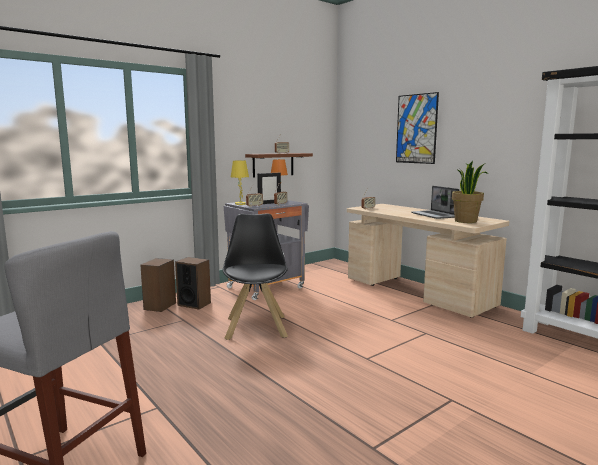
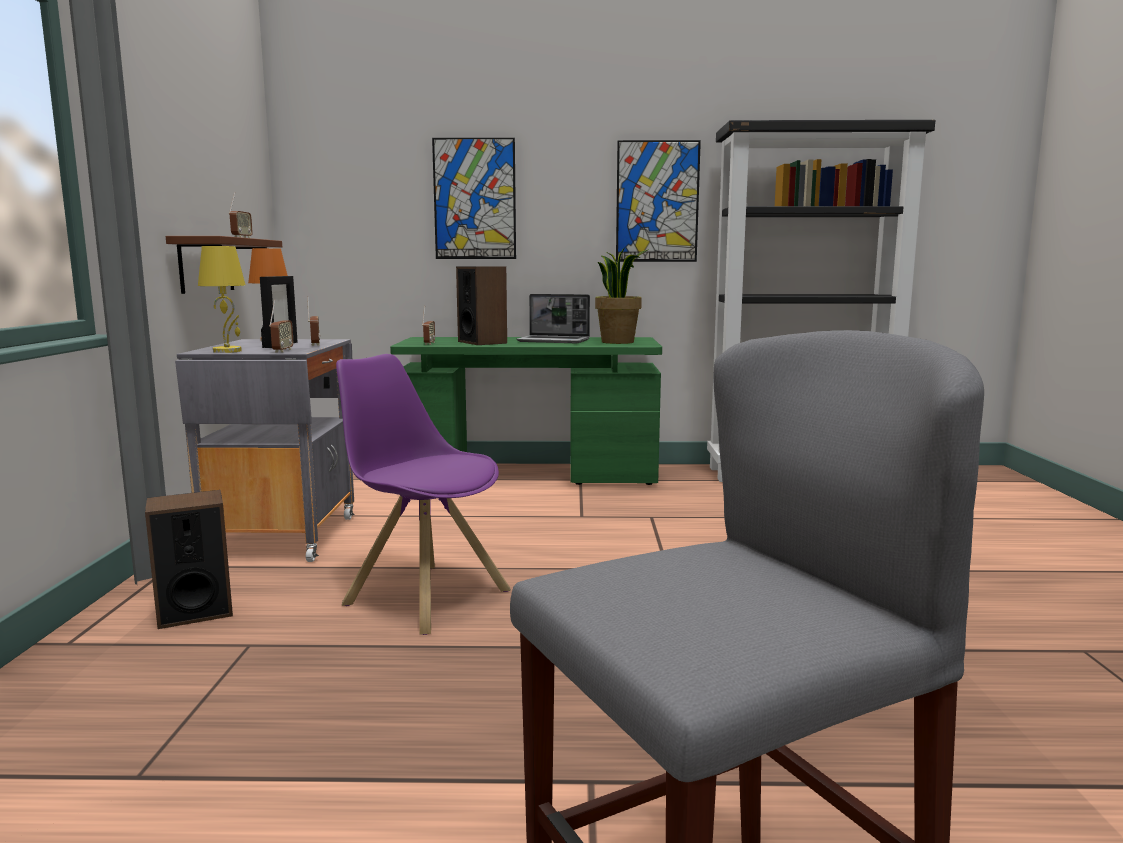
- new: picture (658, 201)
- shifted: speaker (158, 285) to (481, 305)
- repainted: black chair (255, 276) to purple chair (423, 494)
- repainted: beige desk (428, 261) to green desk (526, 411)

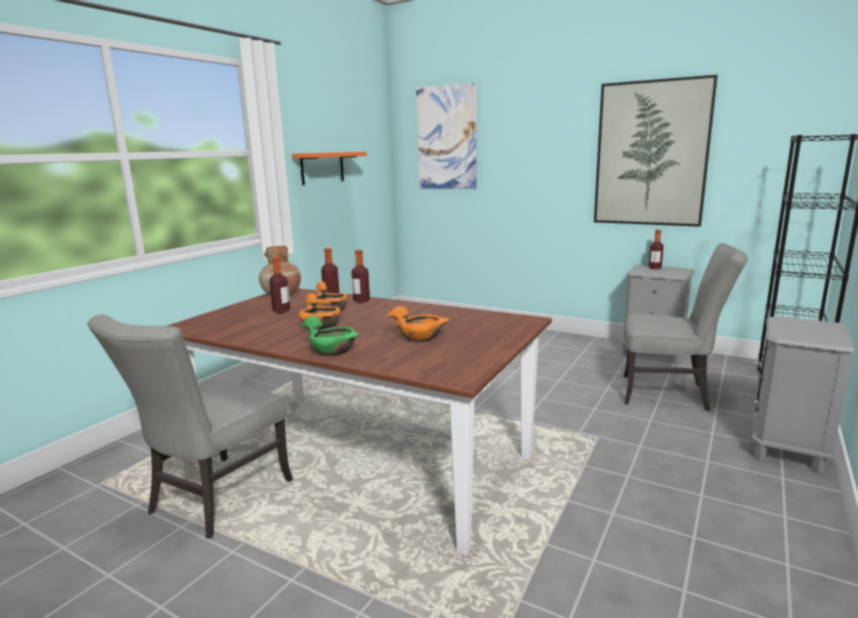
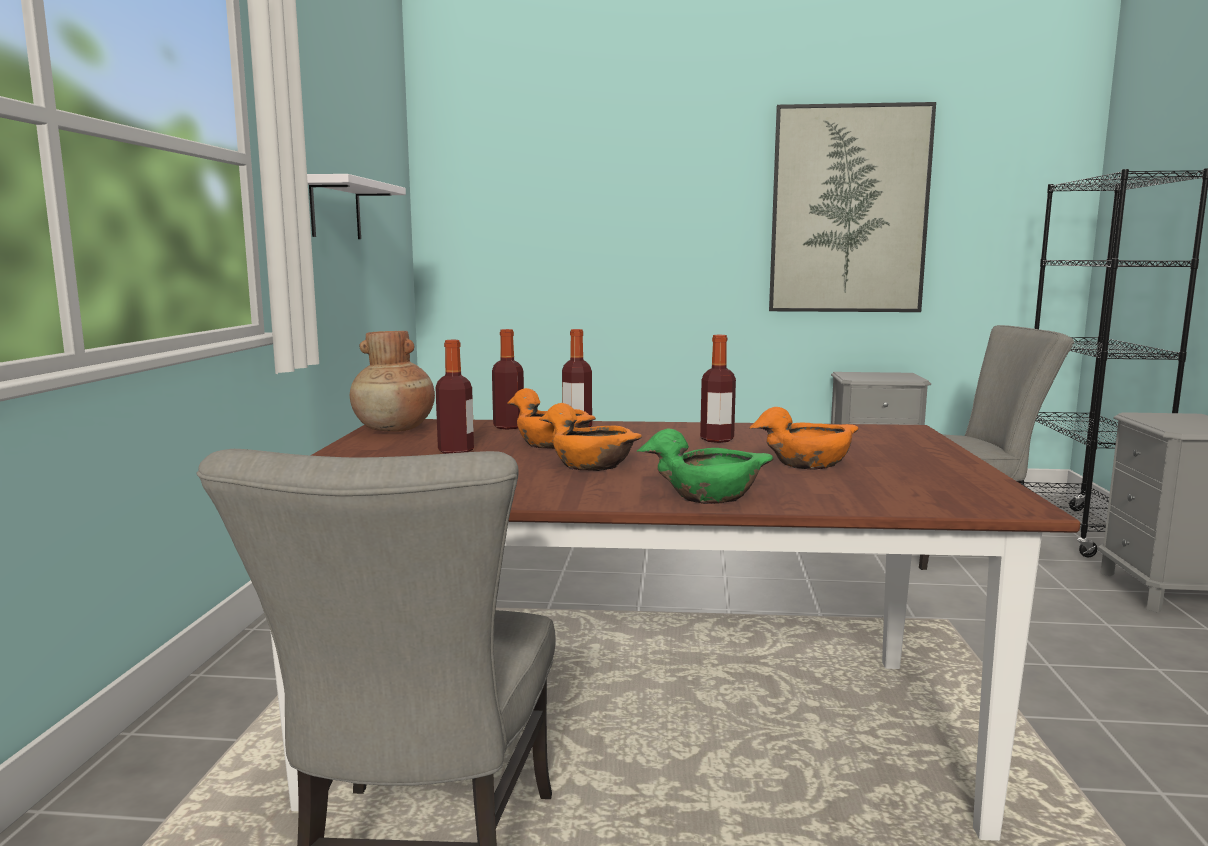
- gone: picture (446, 135)
- shifted: bottle (656, 249) to (718, 389)
- repainted: orange shelf (329, 168) to white shelf (356, 206)

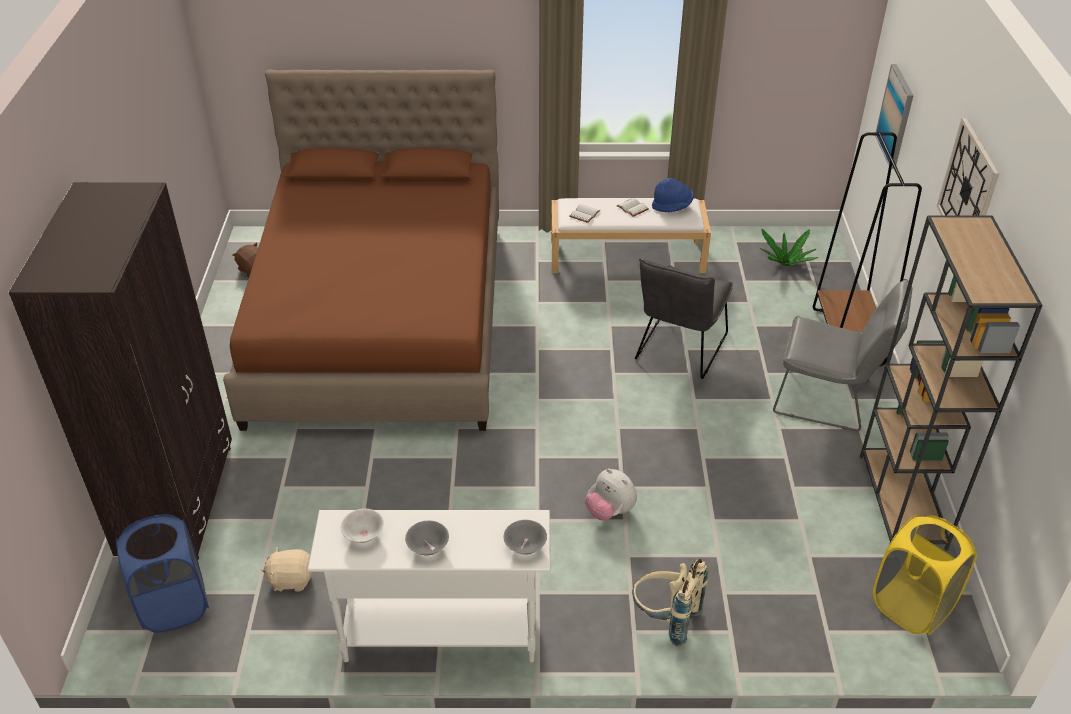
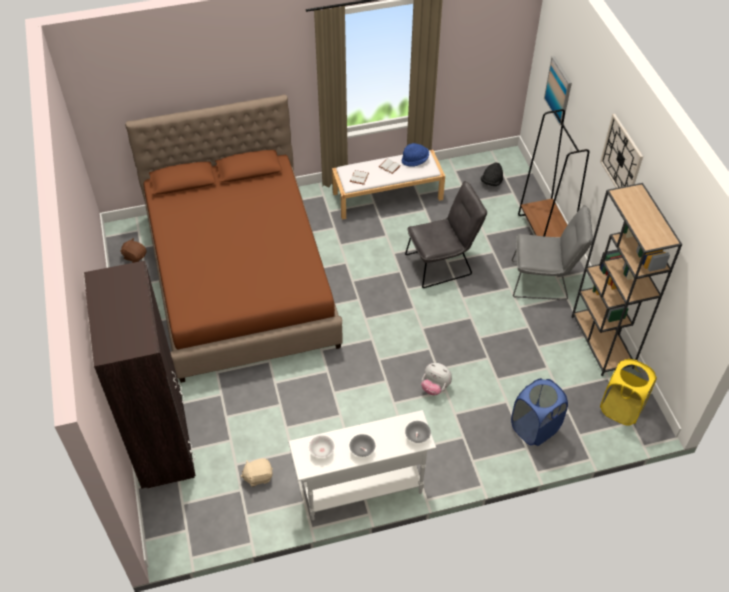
- gone: beige backpack (670, 602)
- shifted: blue laundry basket (162, 573) to (539, 412)
- swapped: potted plant (789, 247) to black hat (492, 174)
- rotated: grey chair (684, 318) = (446, 234) 120 degrees counterclockwise

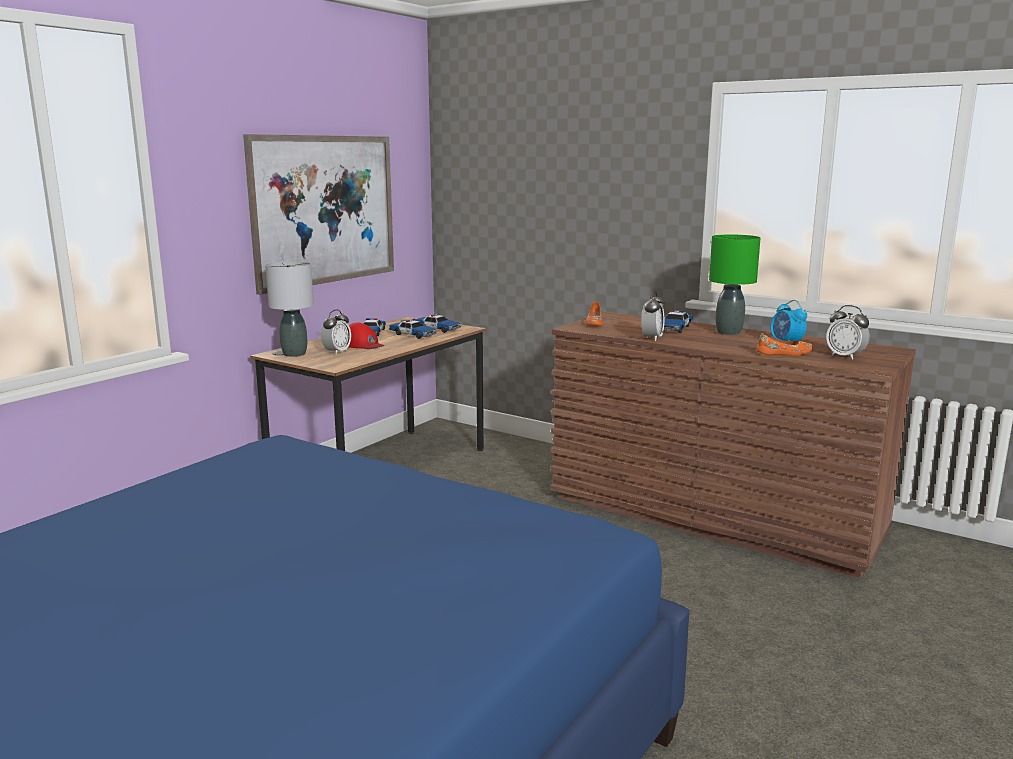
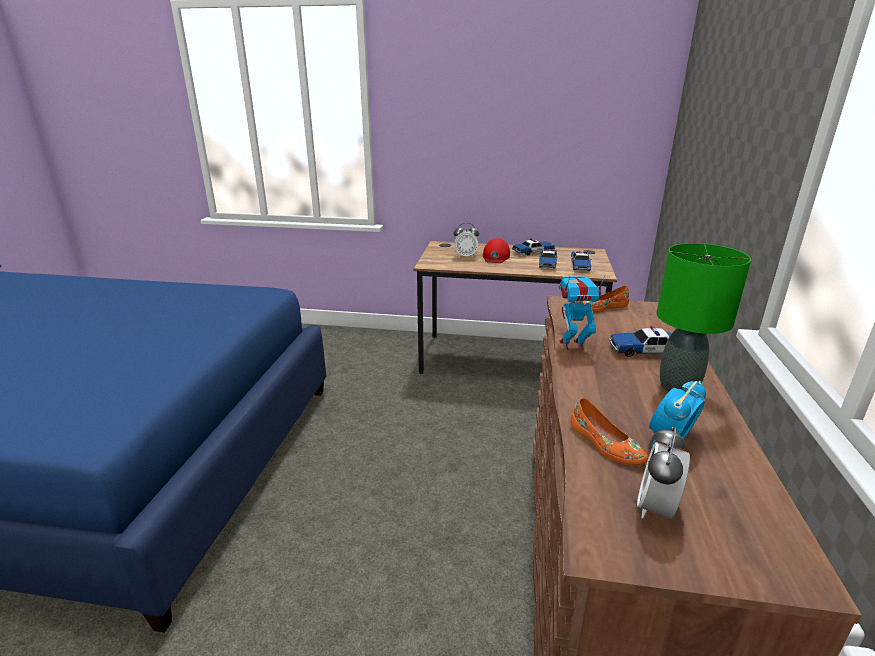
- gone: picture (318, 214)
- gone: grey table lamp (289, 309)
- swapped: alarm clock (652, 316) to toy robot (582, 313)

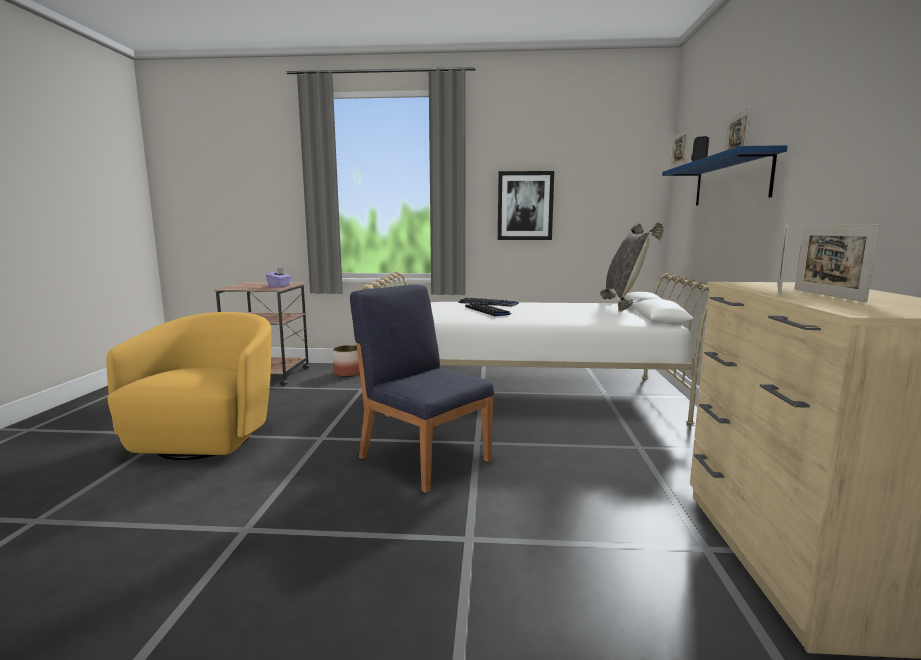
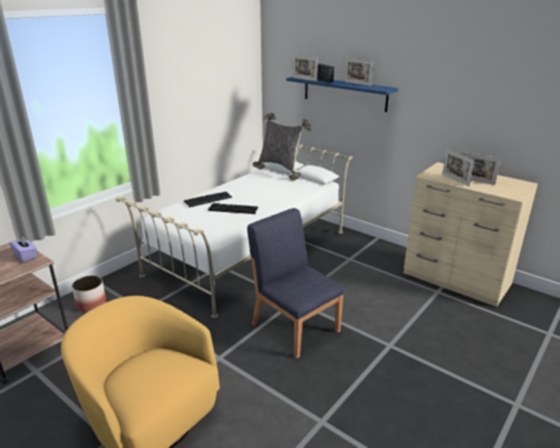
- gone: picture (526, 205)
- rotated: blue chair (422, 388) = (295, 283) 60 degrees clockwise

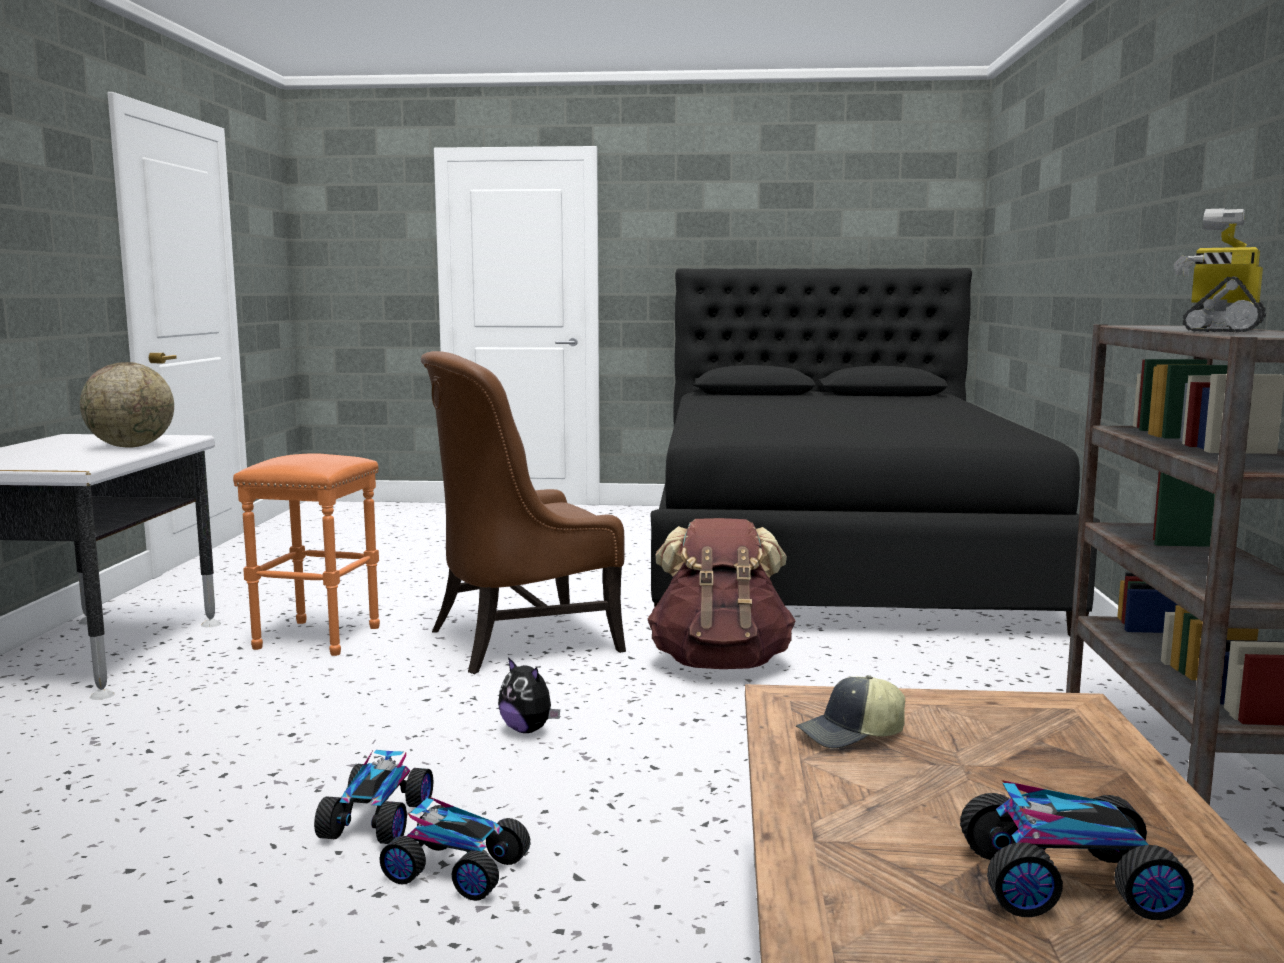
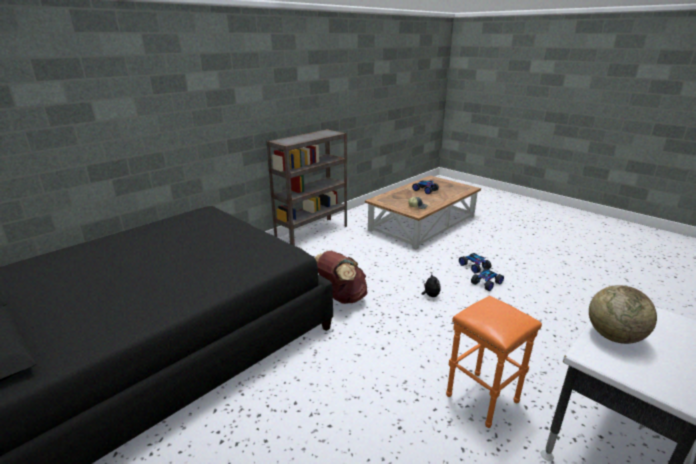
- gone: brown chair (523, 512)
- gone: toy robot (1220, 270)

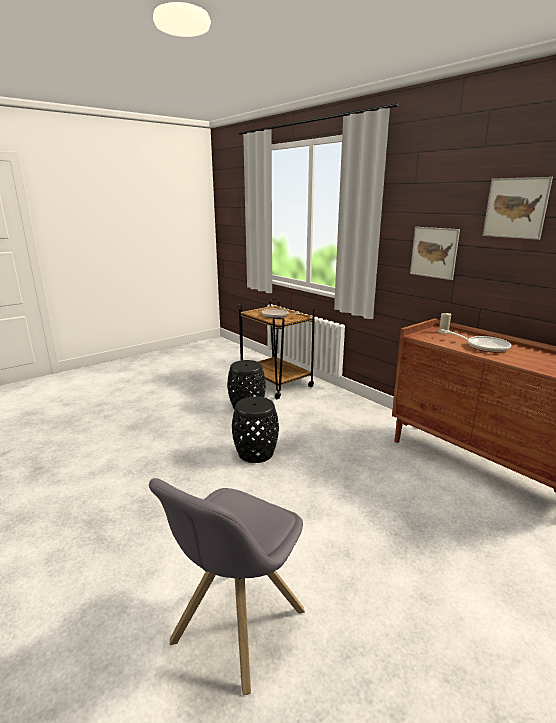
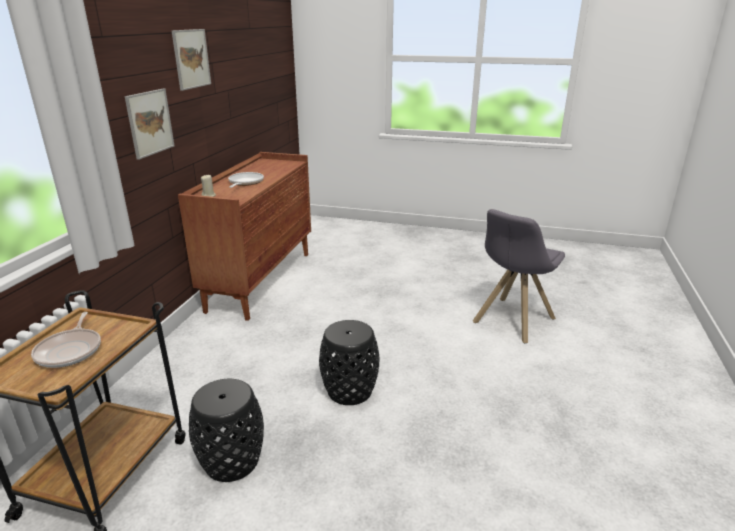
- rotated: grey chair (227, 586) = (519, 276) 135 degrees clockwise

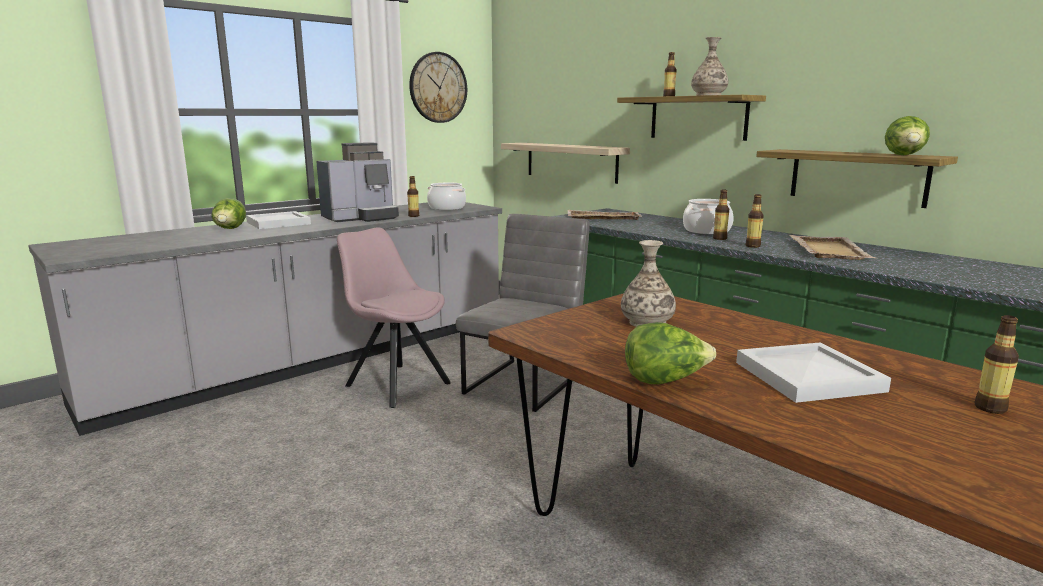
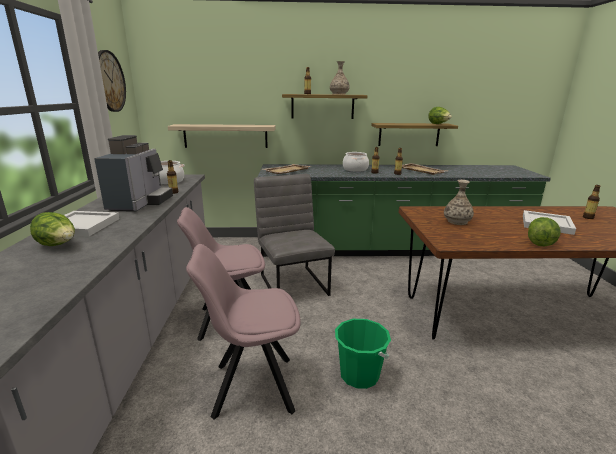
- new: pink chair (243, 332)
- new: green bucket (363, 354)

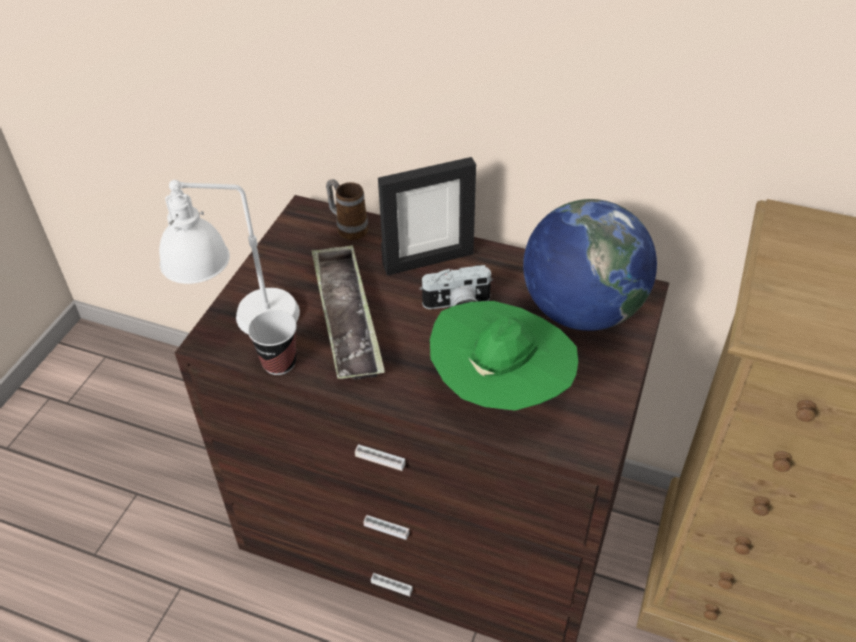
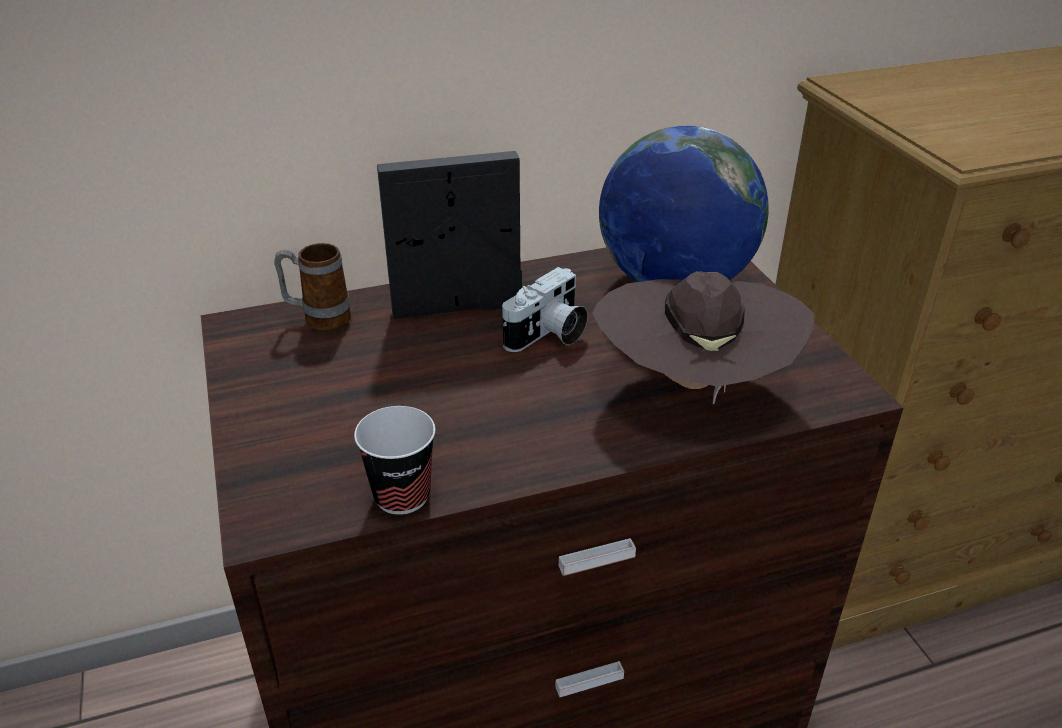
- gone: white table lamp (229, 257)
- gone: tray (348, 312)
- repainted: green hat (504, 355) to brown hat (703, 337)
- rotated: picture frame (427, 216) = (449, 235) 135 degrees counterclockwise

